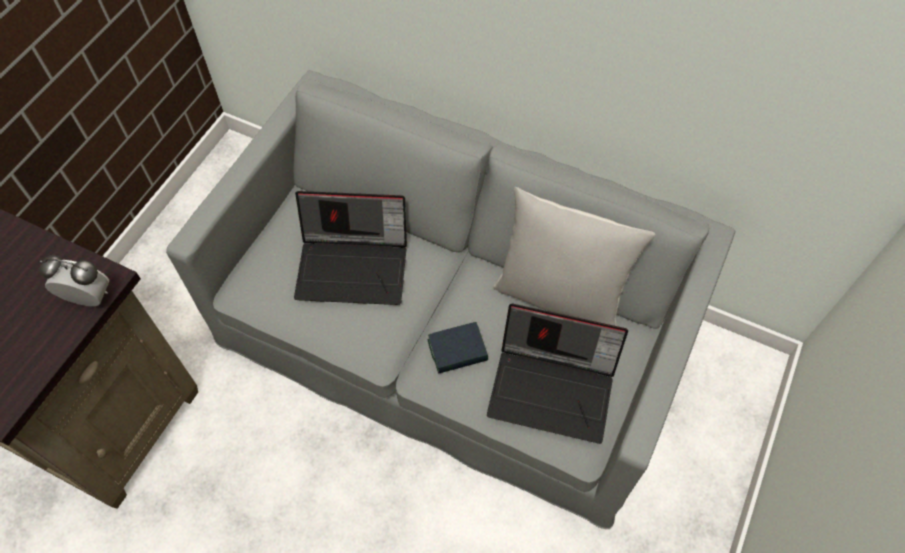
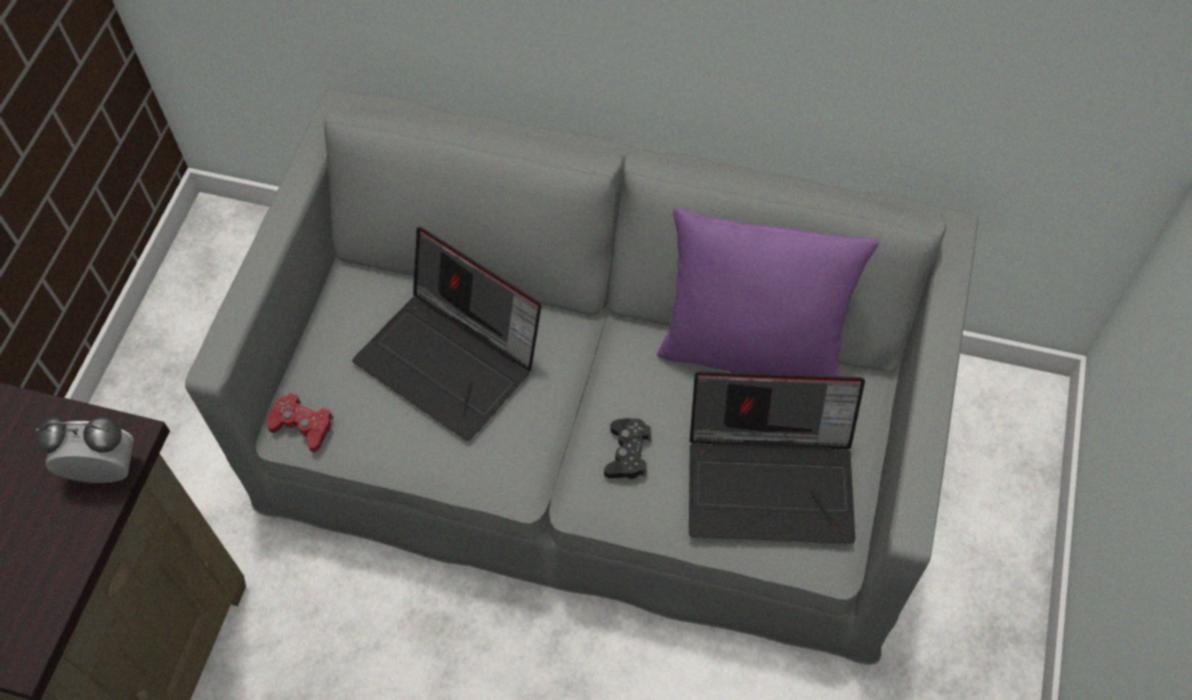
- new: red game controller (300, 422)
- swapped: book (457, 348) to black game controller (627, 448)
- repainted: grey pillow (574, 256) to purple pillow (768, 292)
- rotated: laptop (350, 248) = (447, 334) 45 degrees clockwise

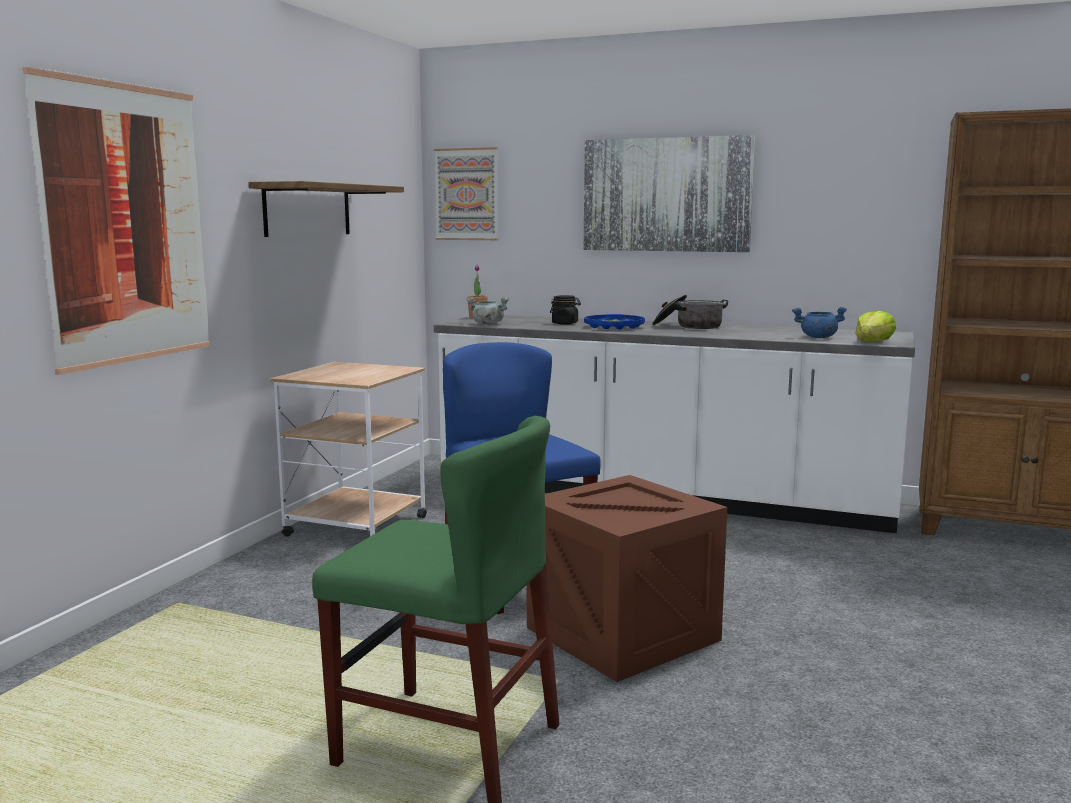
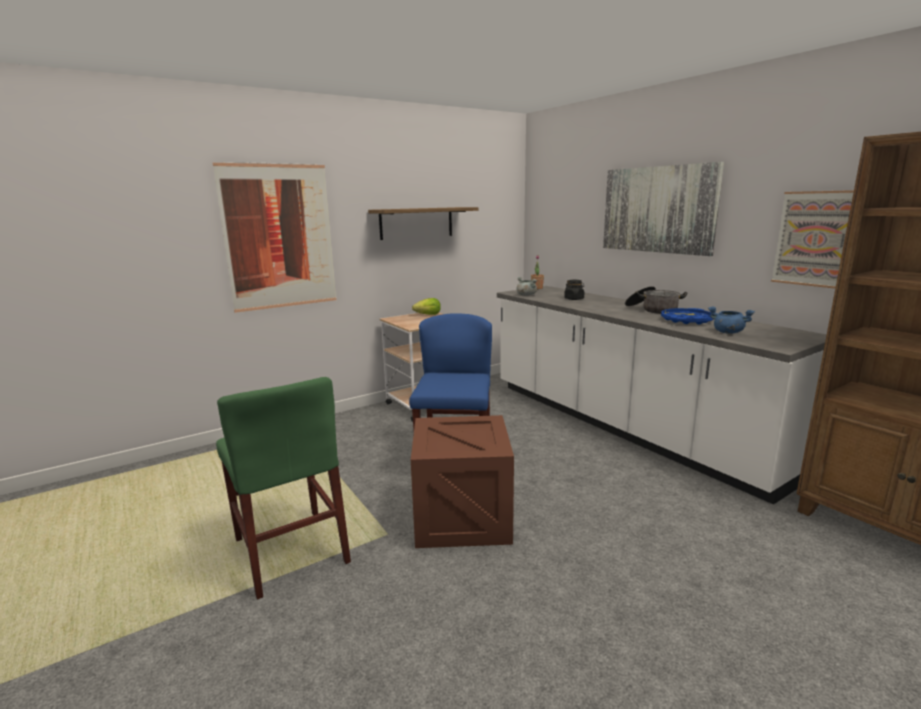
- shifted: picture (466, 193) to (812, 239)
- shifted: blue tray (614, 322) to (687, 316)
- shifted: lettuce (875, 326) to (426, 306)

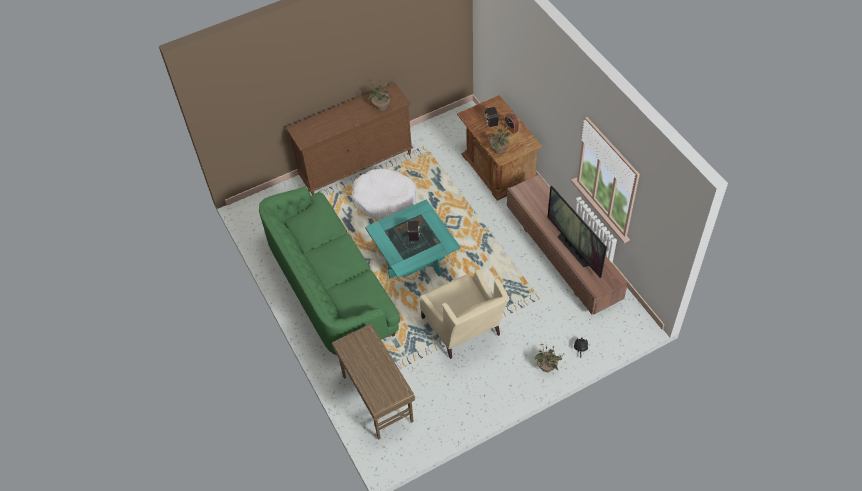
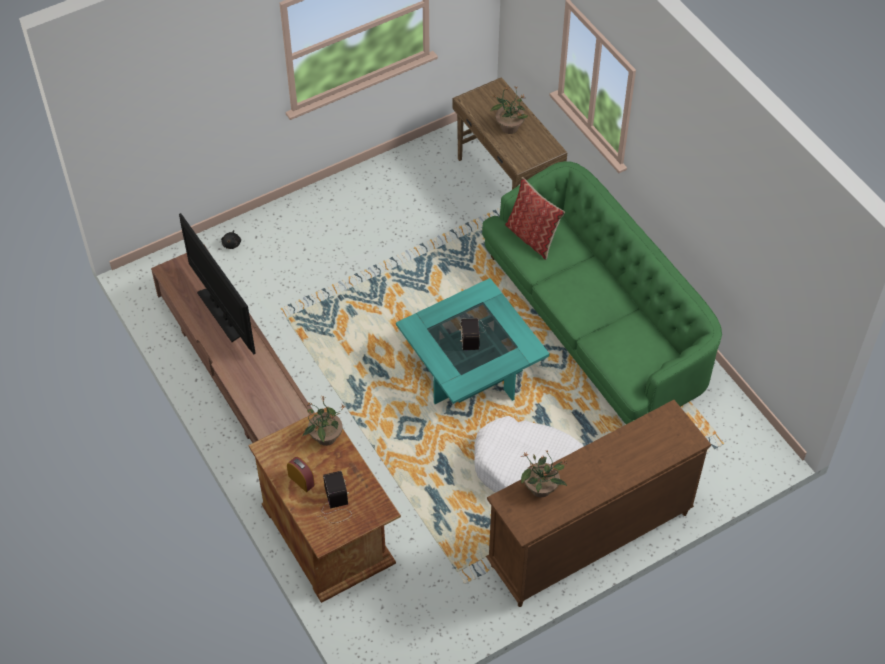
- gone: beige armchair (465, 314)
- new: pillow (535, 218)
- shifted: potted plant (549, 358) to (509, 110)

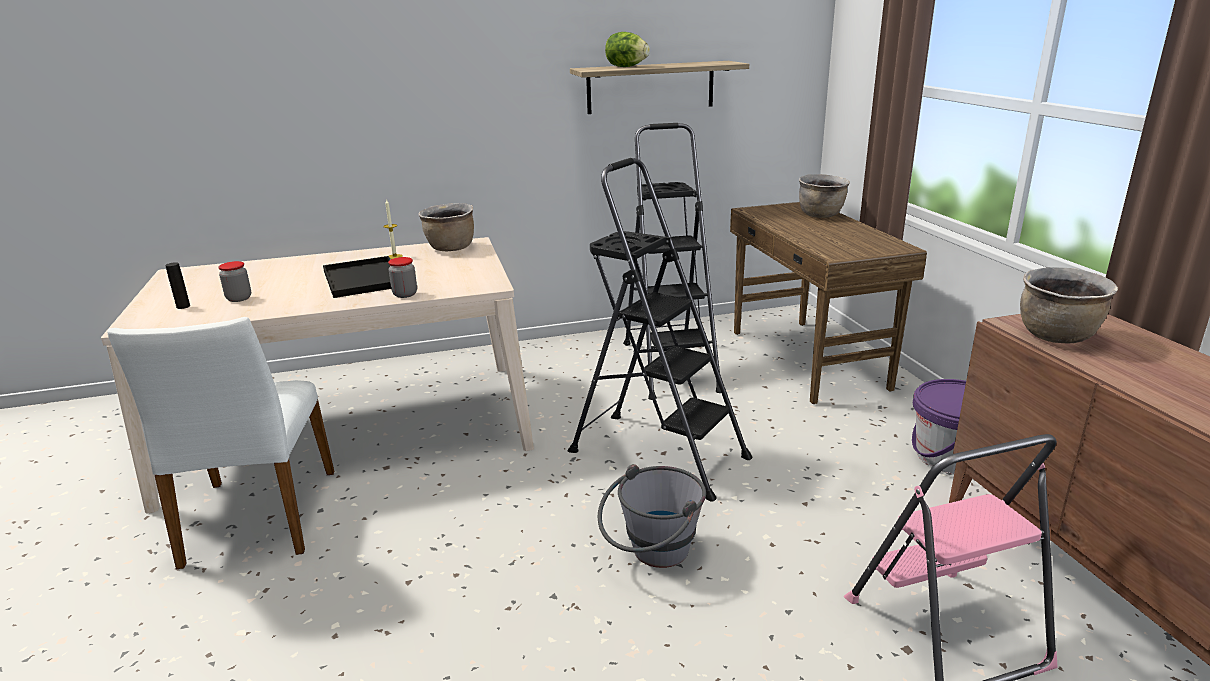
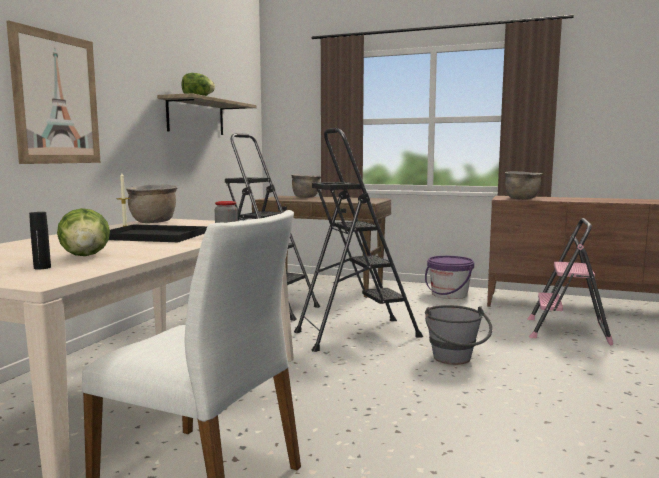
- new: picture (53, 92)
- swapped: jar (234, 281) to lettuce (83, 232)

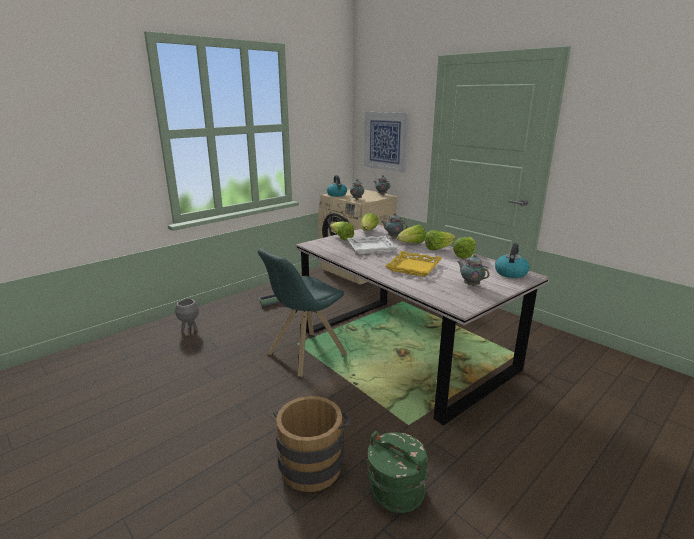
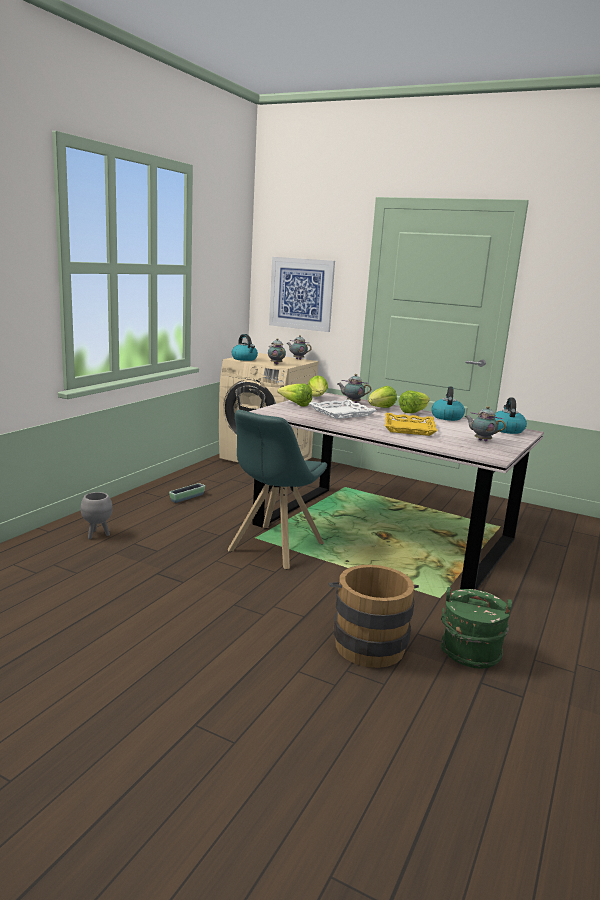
- swapped: lettuce (464, 247) to kettle (448, 403)

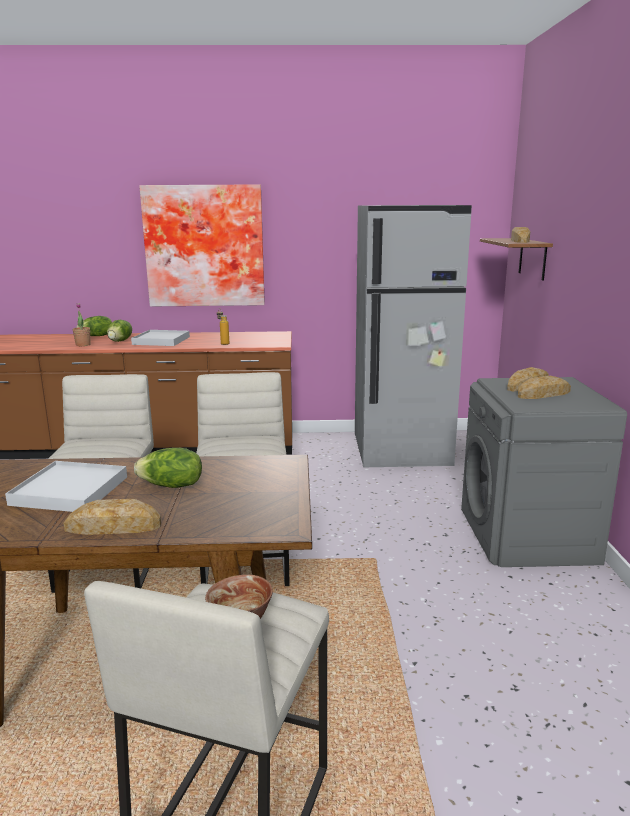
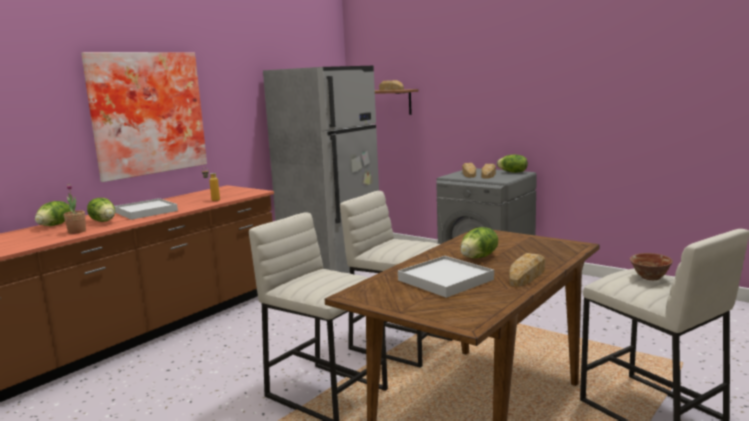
- new: lettuce (512, 164)

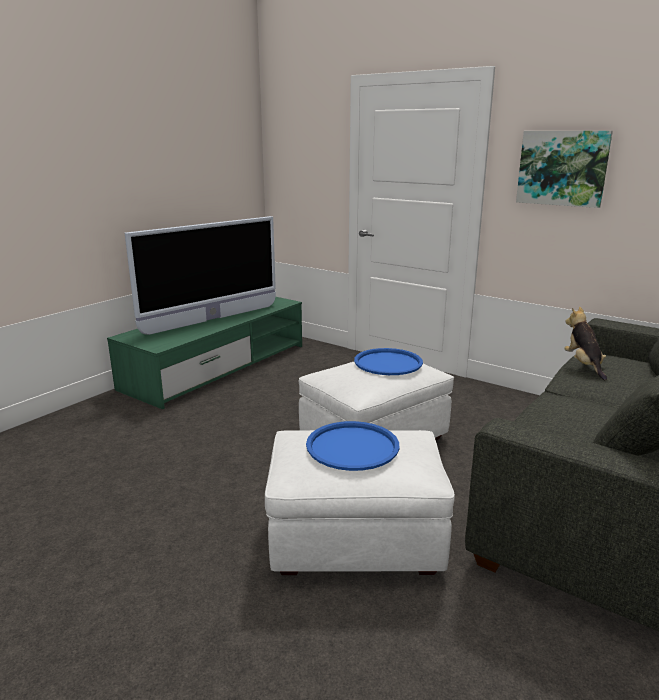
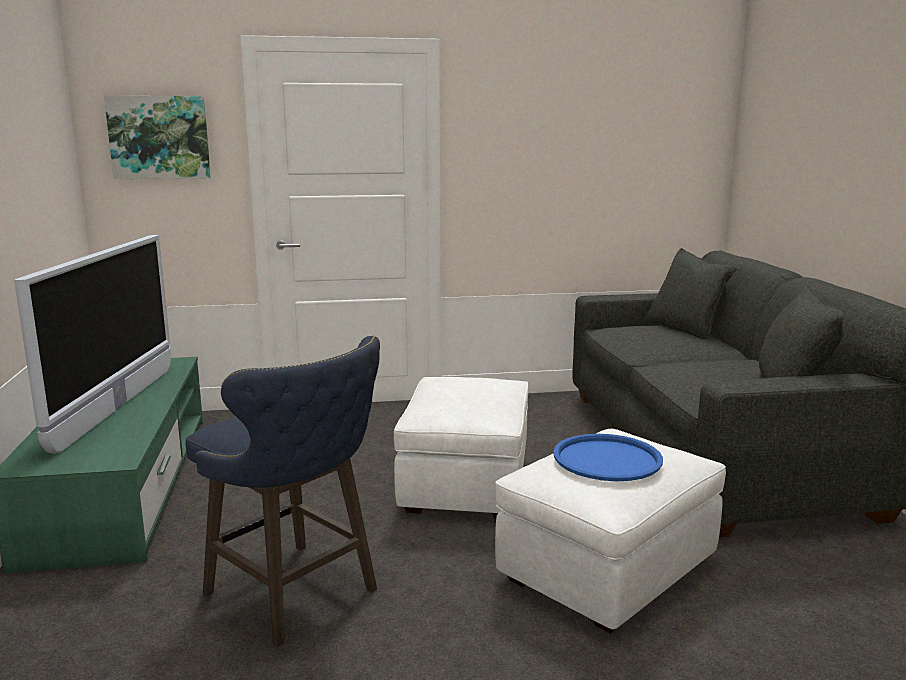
- gone: blue tray (388, 361)
- gone: plush toy (585, 343)
- new: blue stool (282, 491)
- shifted: picture (564, 169) to (157, 137)

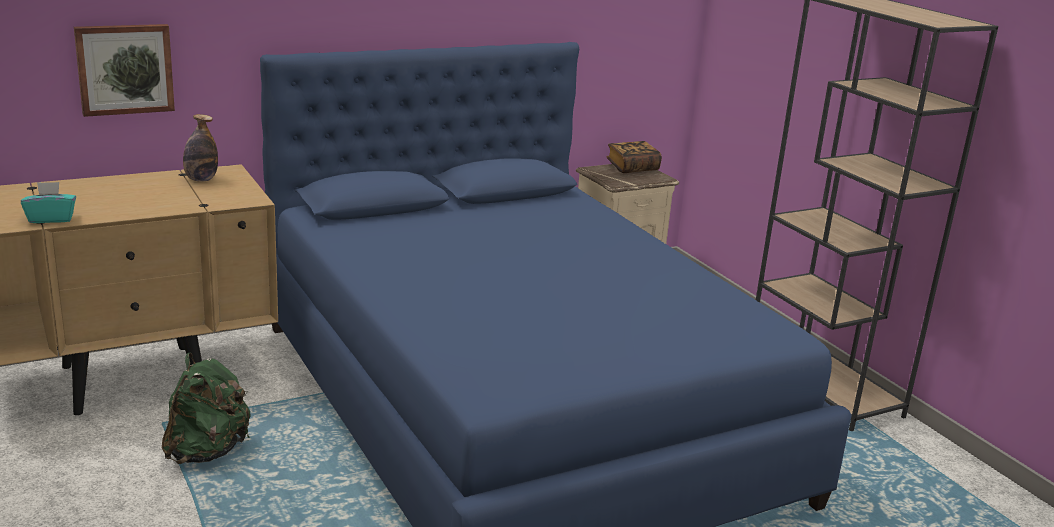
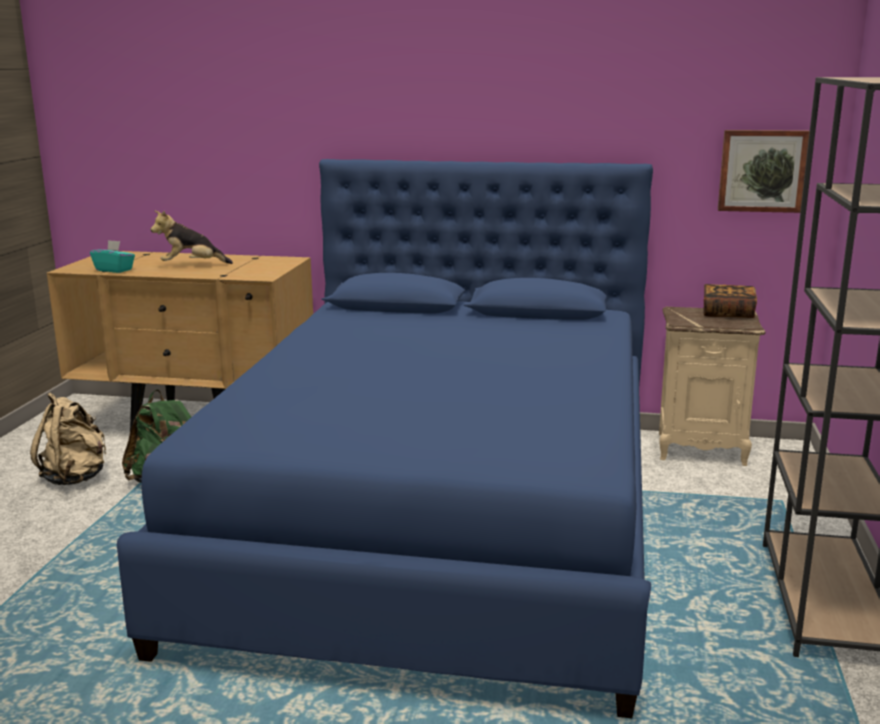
- gone: bottle (200, 148)
- new: beige backpack (68, 438)
- new: plush toy (192, 237)
- shifted: picture (124, 70) to (764, 171)

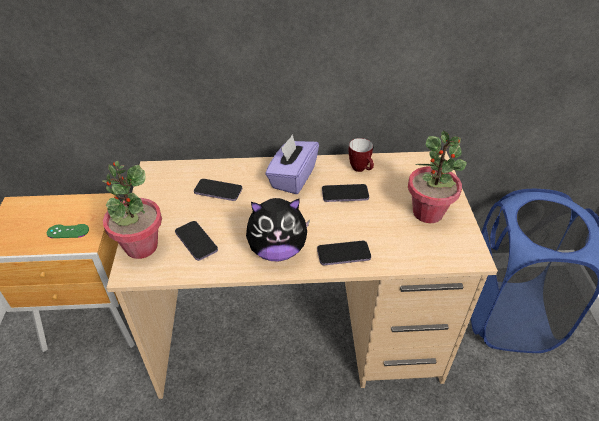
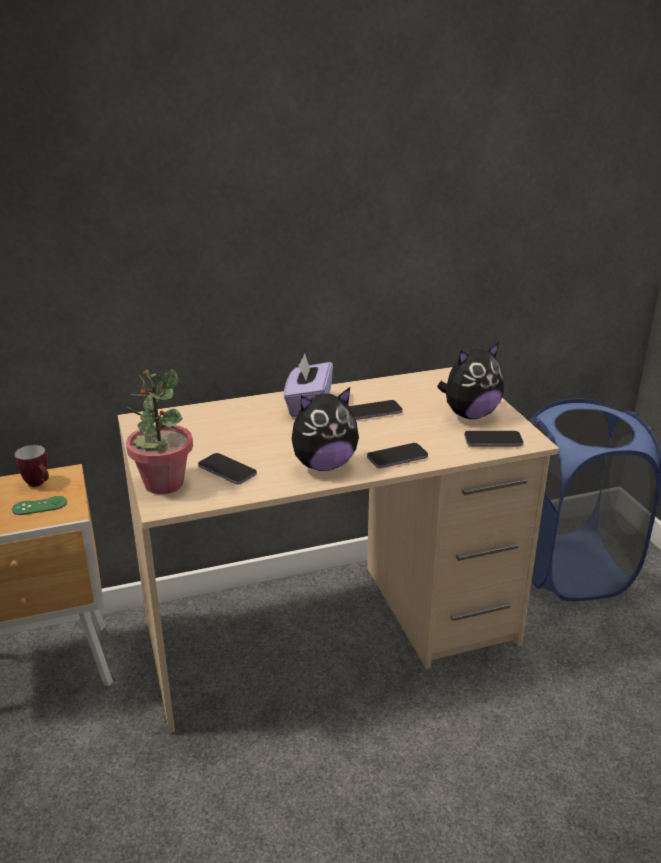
- shifted: phone (218, 190) to (493, 438)
- shifted: mug (361, 155) to (31, 466)
- swapped: potted plant (437, 177) to plush toy (470, 380)

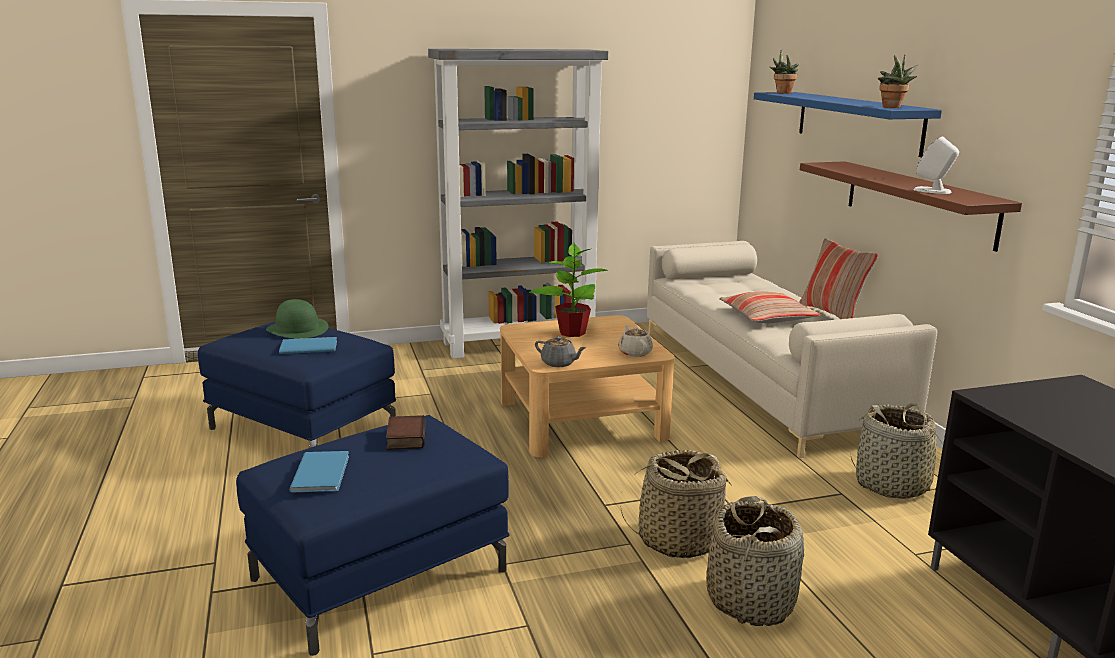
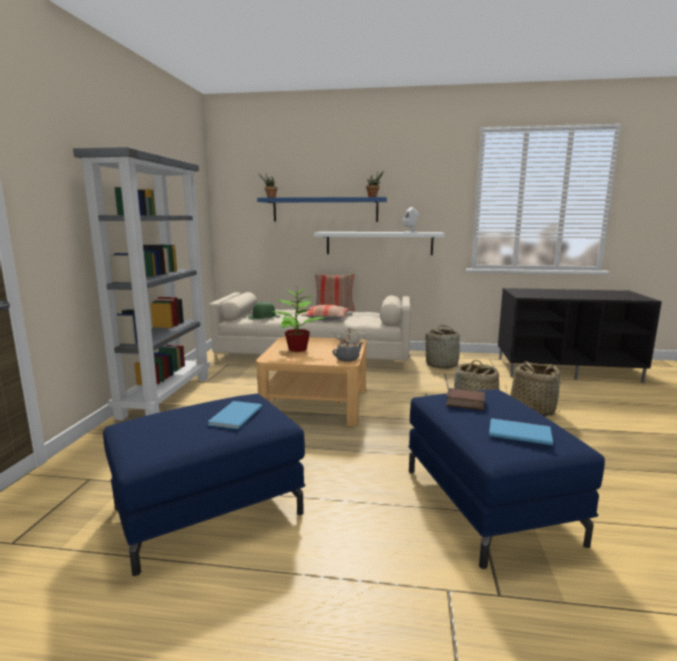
- shifted: green hat (297, 319) to (264, 310)
- repainted: brown shelf (911, 206) to white shelf (379, 243)

